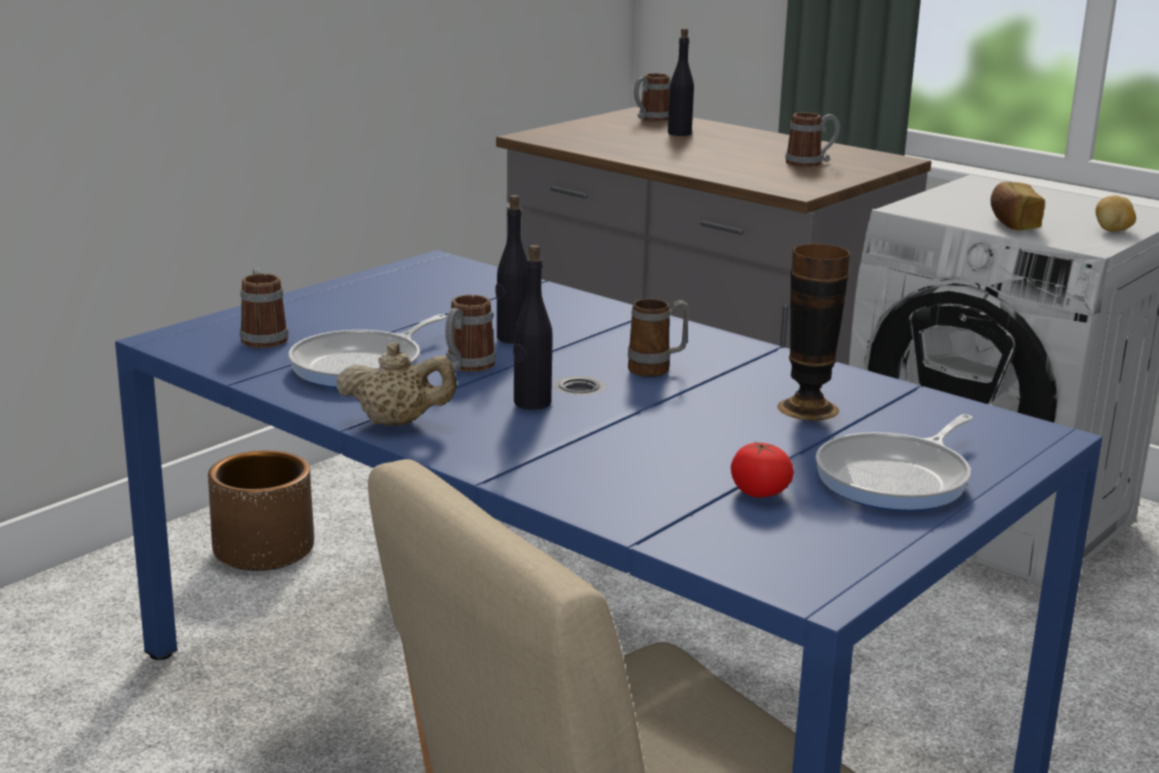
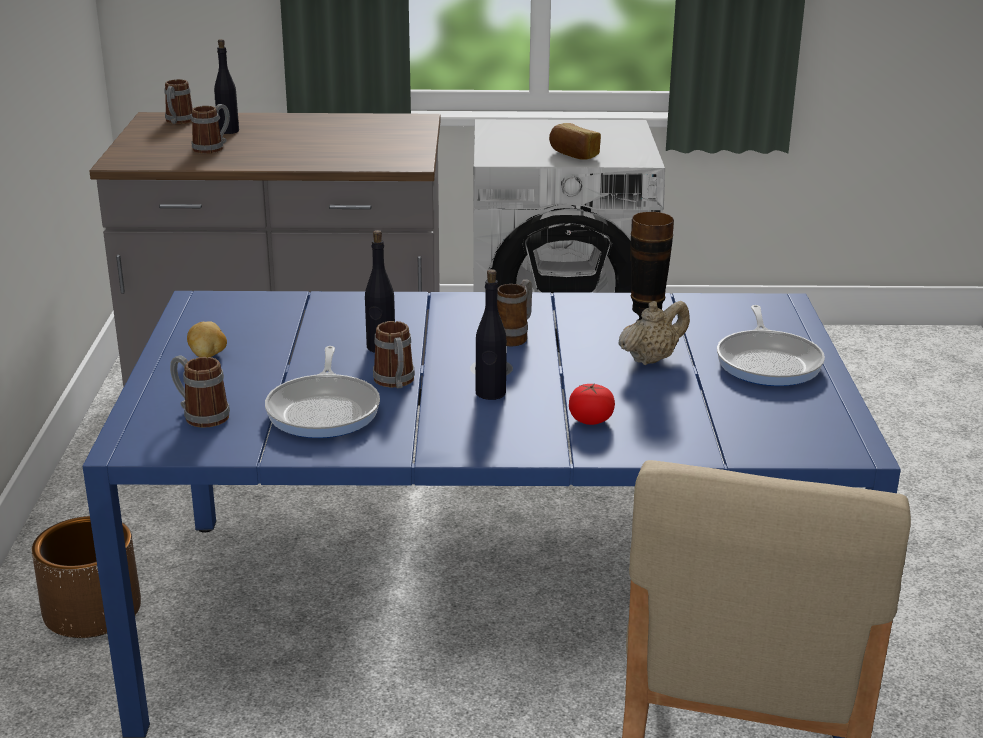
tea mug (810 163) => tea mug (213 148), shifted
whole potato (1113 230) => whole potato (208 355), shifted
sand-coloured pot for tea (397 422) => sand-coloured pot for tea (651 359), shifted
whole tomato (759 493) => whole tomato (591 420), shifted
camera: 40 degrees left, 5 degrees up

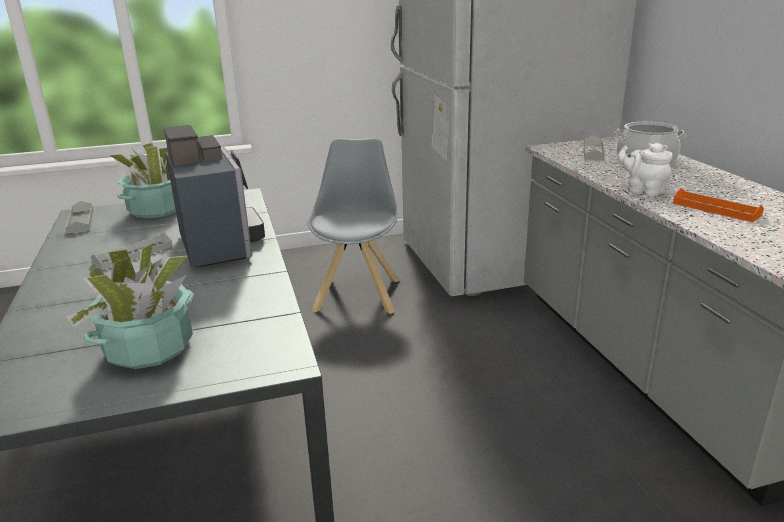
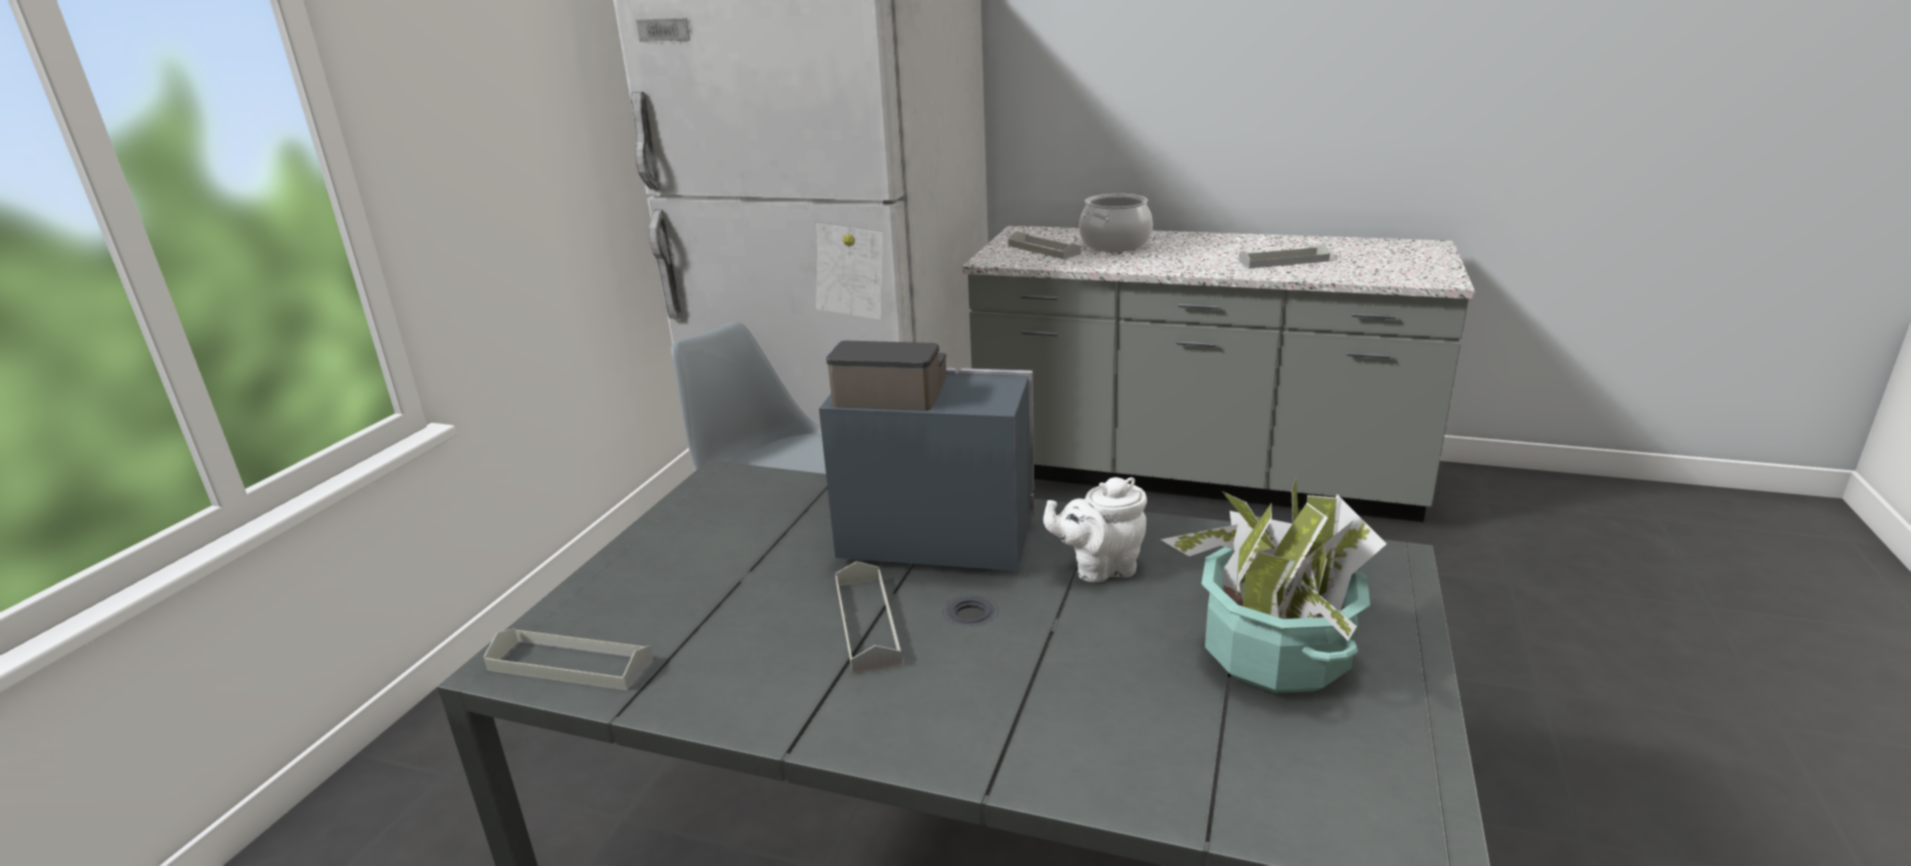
houseplant (156 210) => nothing
whitish pot for tea (642 191) => whitish pot for tea (1099 568), shifted
orange tray (716 209) => gray tray (1283 261)
camera: 55 degrees left, 0 degrees up

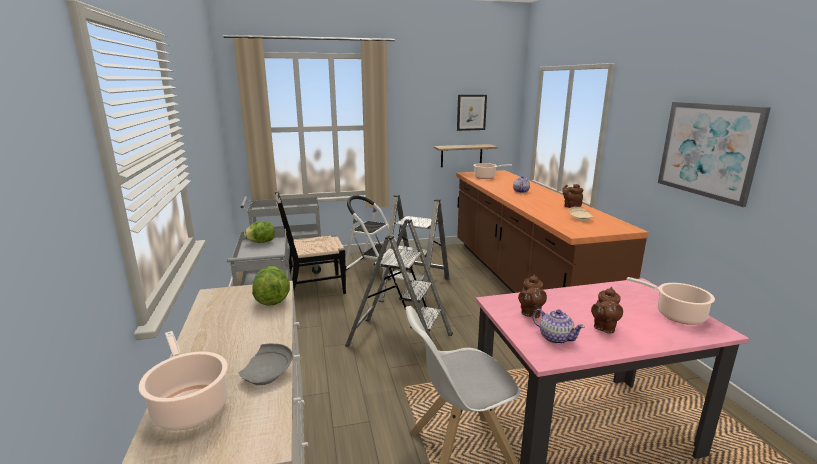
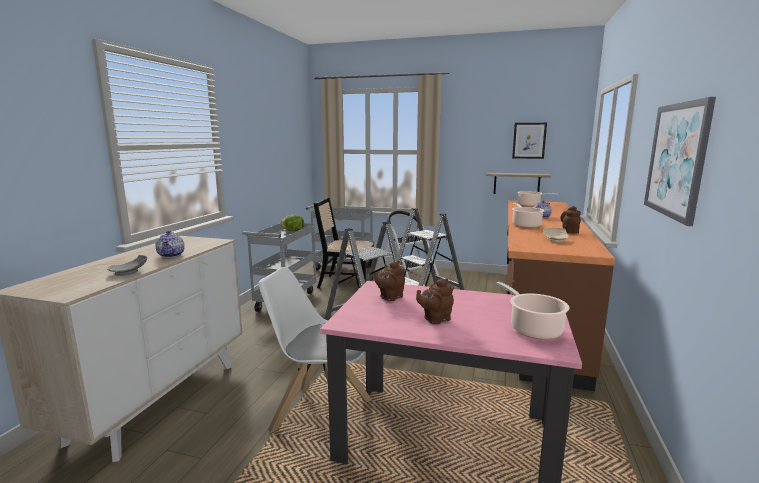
lettuce head (272 298) => nothing
pot for tea (555 338) => pot for tea (171 255), shifted
saucepot (190 406) => saucepot (525 225), shifted
camera: 30 degrees right, 5 degrees down

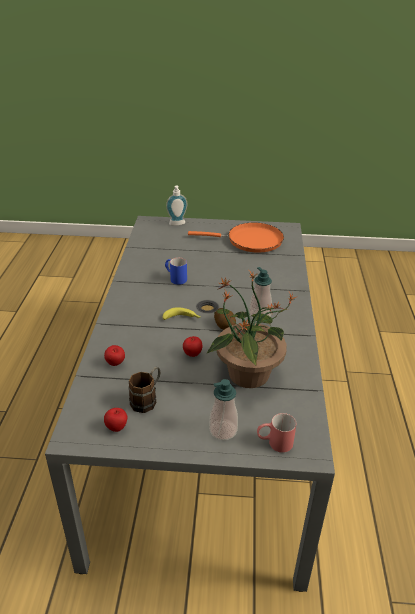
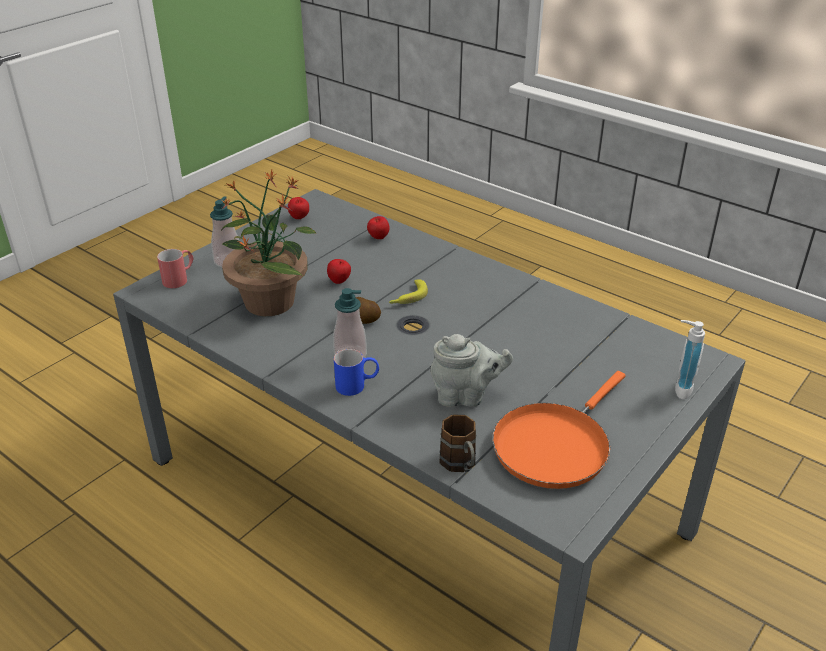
bluish tea mug (175 278) => bluish tea mug (357 385), shifted
brown tea mug (147 399) => brown tea mug (461 465), shifted
nothing => gray pot for tea (465 396)
camera: 125 degrees right, 0 degrees up

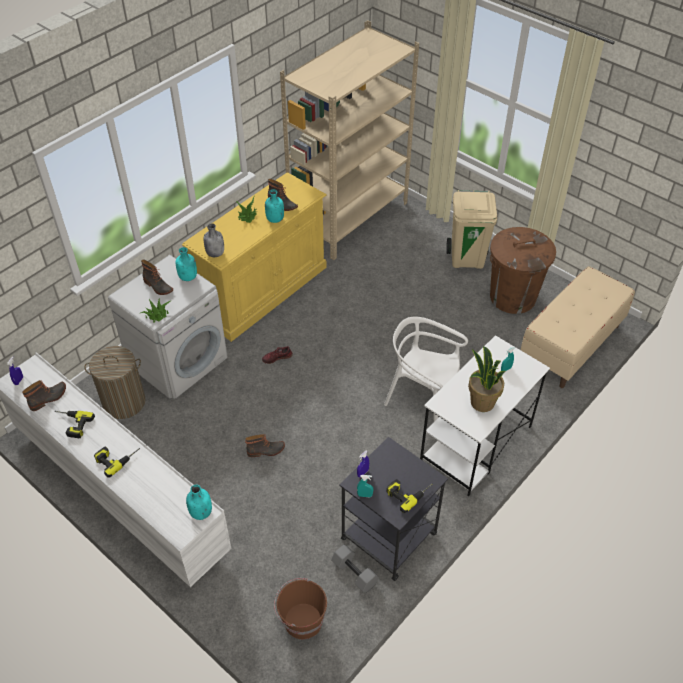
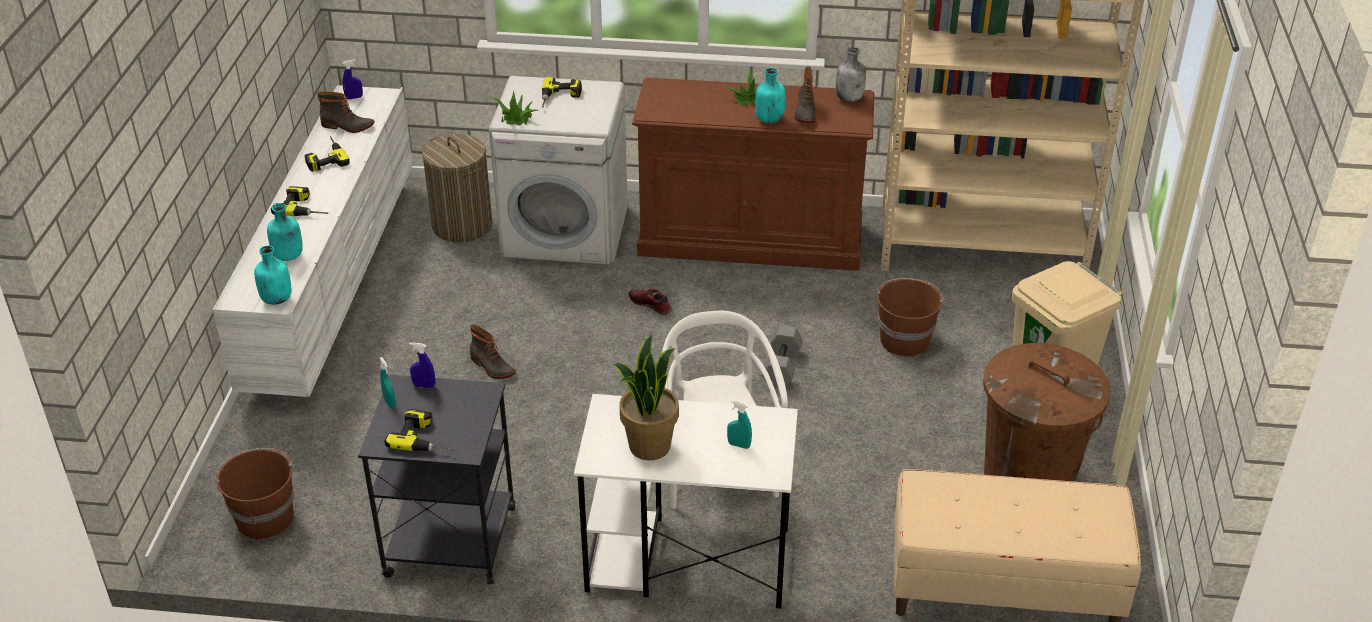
yellow cabinet (264 291) => brown cabinet (752 240)
gray beverage bottle (215 253) => gray beverage bottle (850 98), shifted
turquoise beverage bottle (188 277) => turquoise beverage bottle (288 256), shifted
tall boot (157 286) => electric drill (560 98)
gray hand weight (355 573) => gray hand weight (782 368), shifted
nothing => brown pail (904 340)
camera: 55 degrees right, 10 degrees down

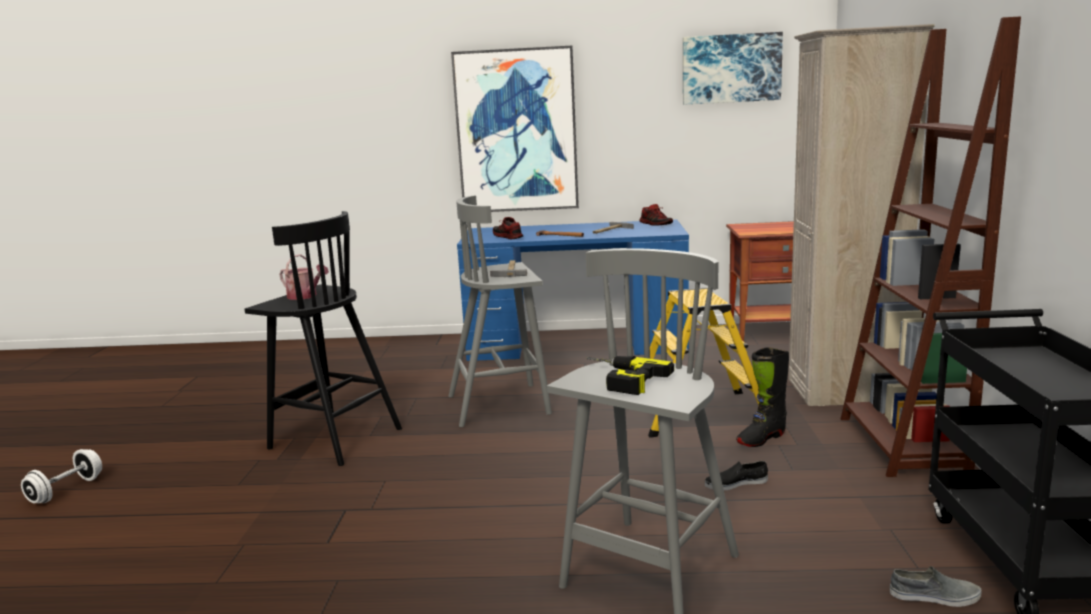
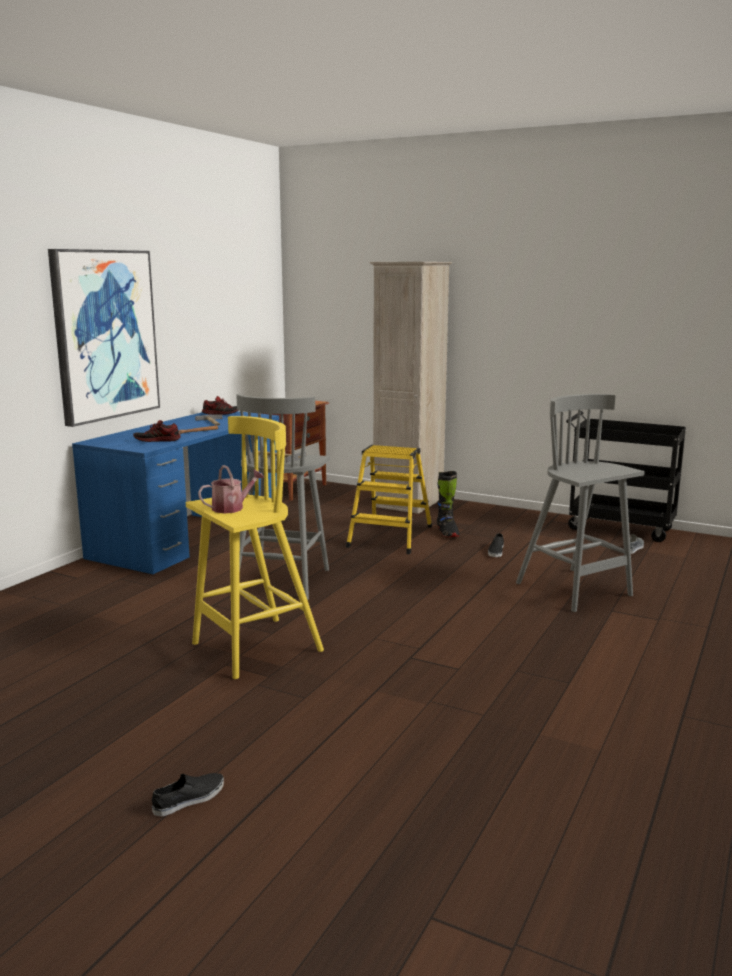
brown bookshelf (902 444) => nothing
wall picture (731 68) => nothing
black sitting stool (332 437) => yellow sitting stool (253 648)
electric drill (618 379) => nothing
whitish hand weight (66 491) => black low shoe (189 799)
camera: 65 degrees left, 0 degrees up

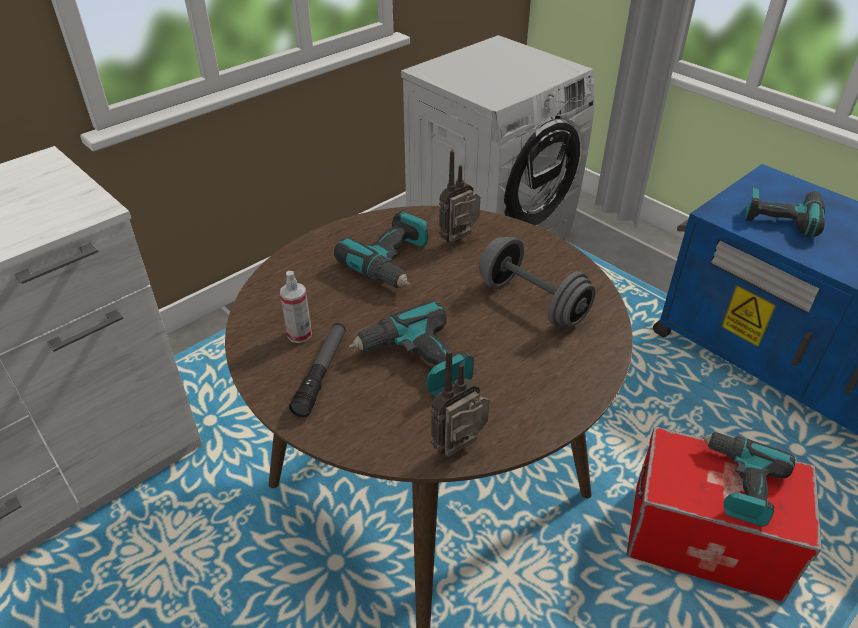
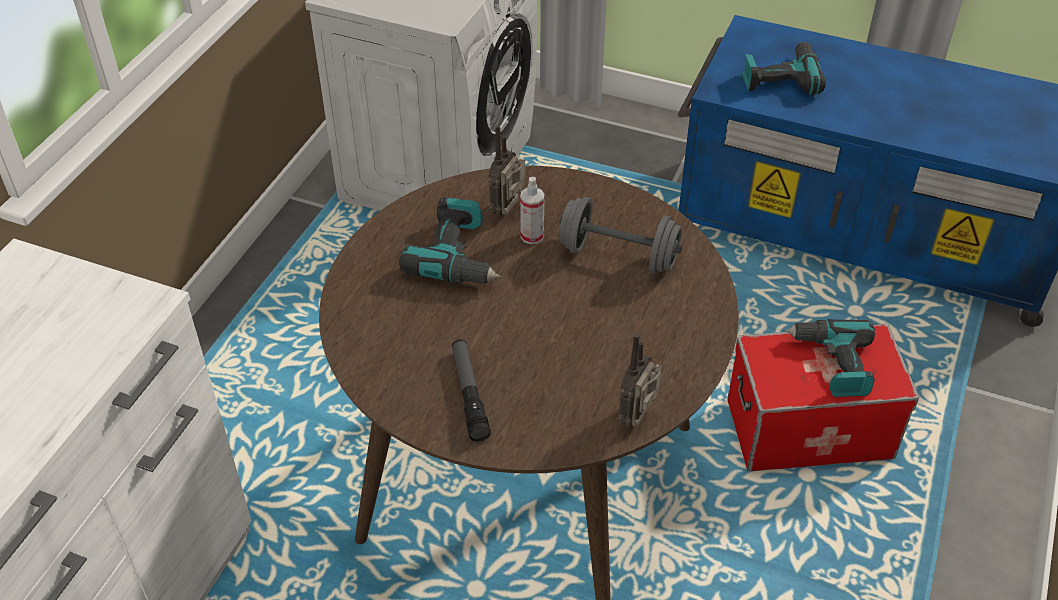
sprayer (299 334) => sprayer (532 236), shifted
electric drill (416 362) => nothing
camera: 25 degrees left, 5 degrees up

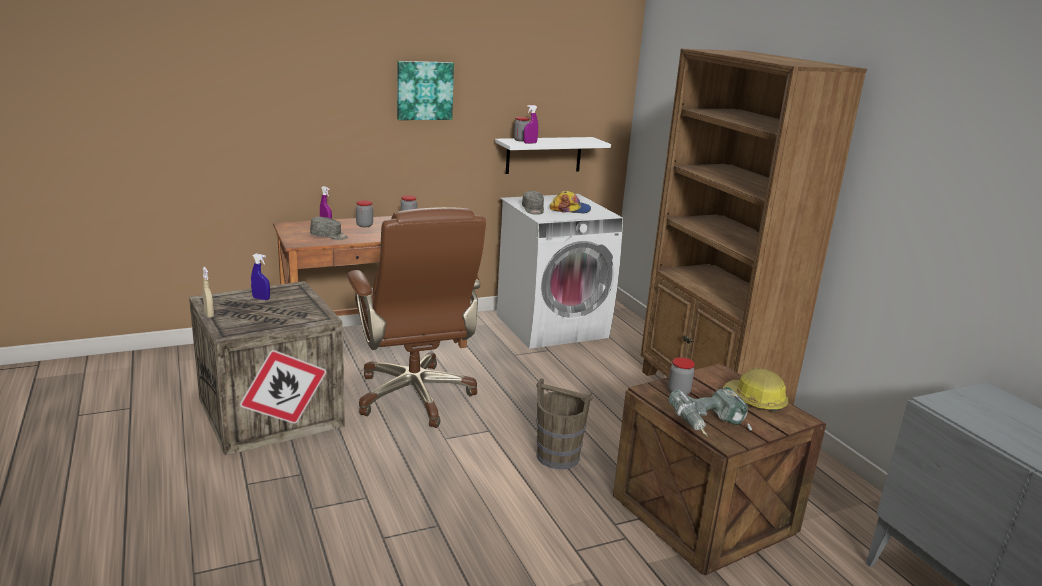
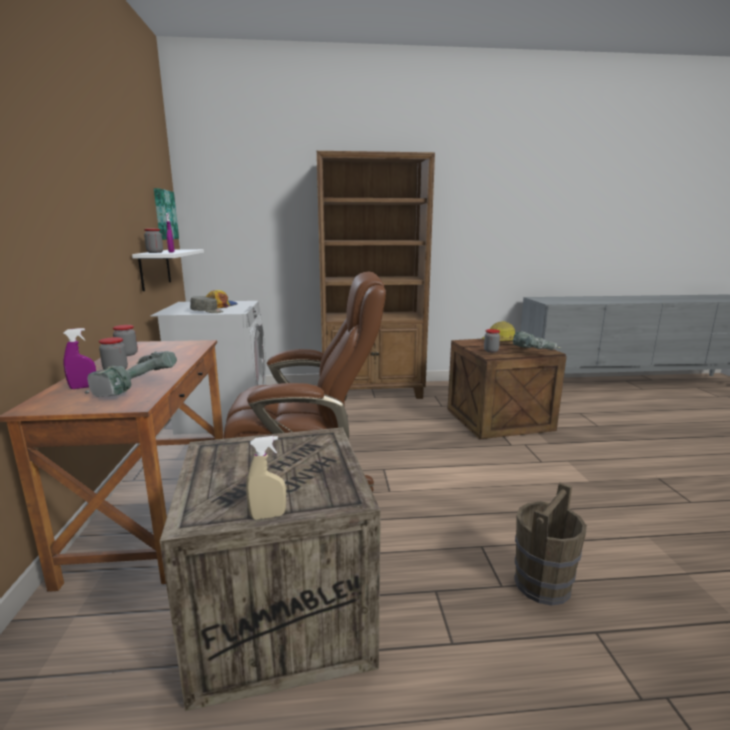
wall picture (424 90) => wall picture (164 215), shifted
gray peaked cap (329 236) => electric drill (132 387)
bluish sprayer (261 298) => nothing
brown pail (557 456) => brown pail (542 584), shifted
camera: 70 degrees left, 5 degrees down

